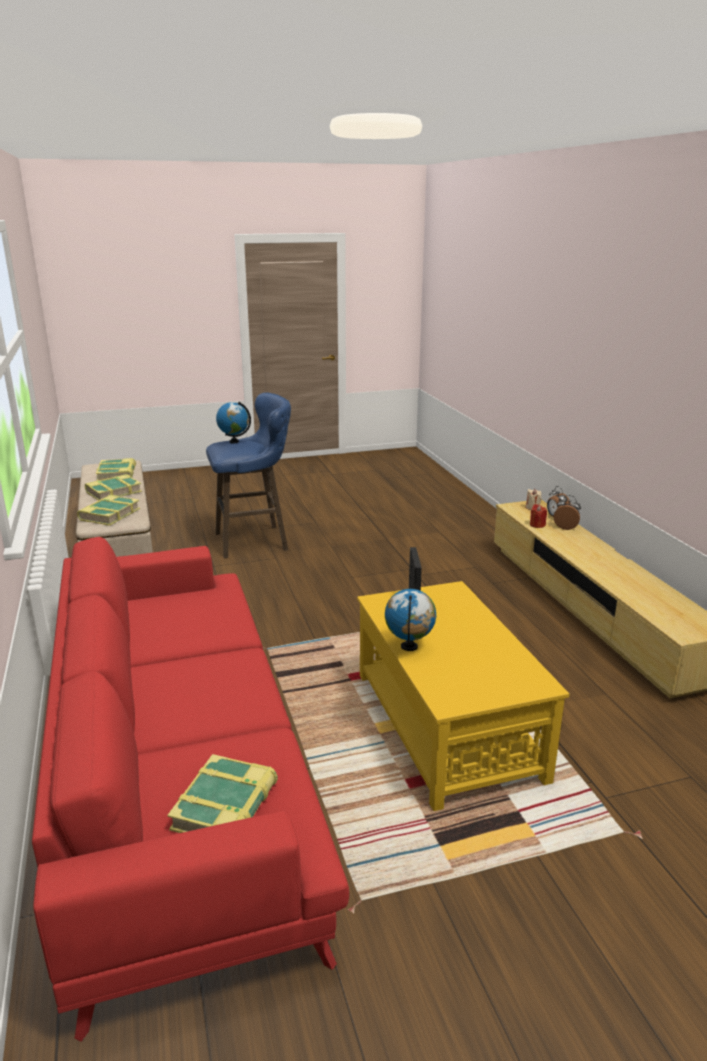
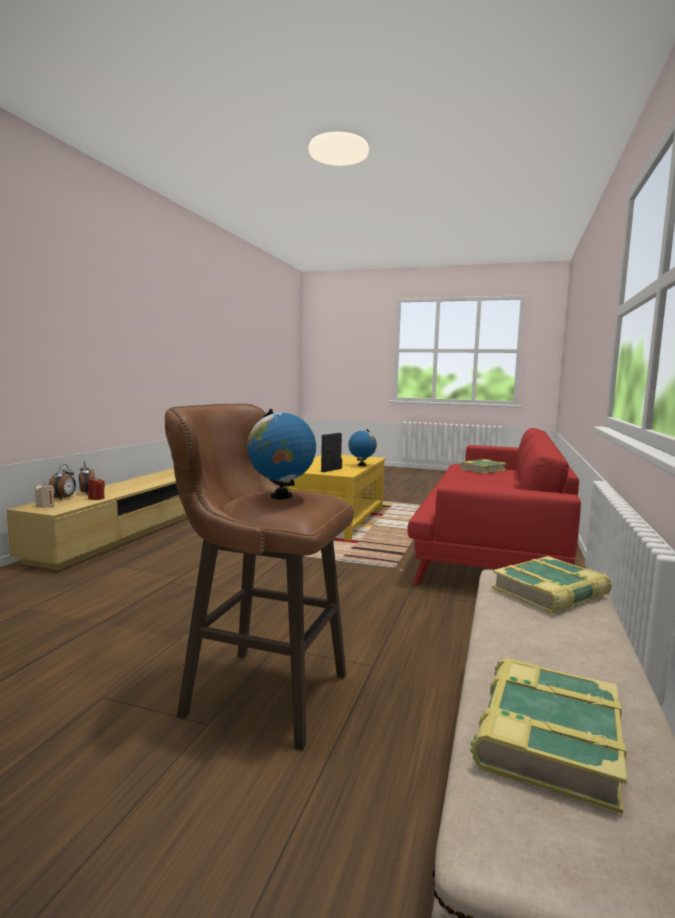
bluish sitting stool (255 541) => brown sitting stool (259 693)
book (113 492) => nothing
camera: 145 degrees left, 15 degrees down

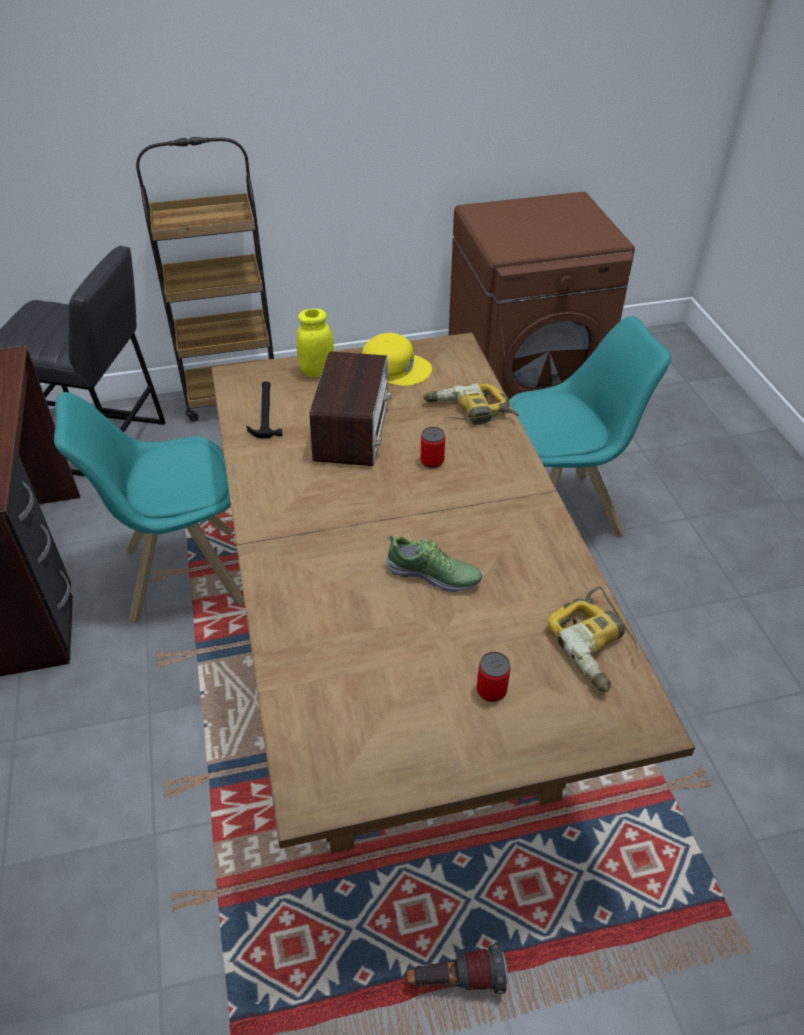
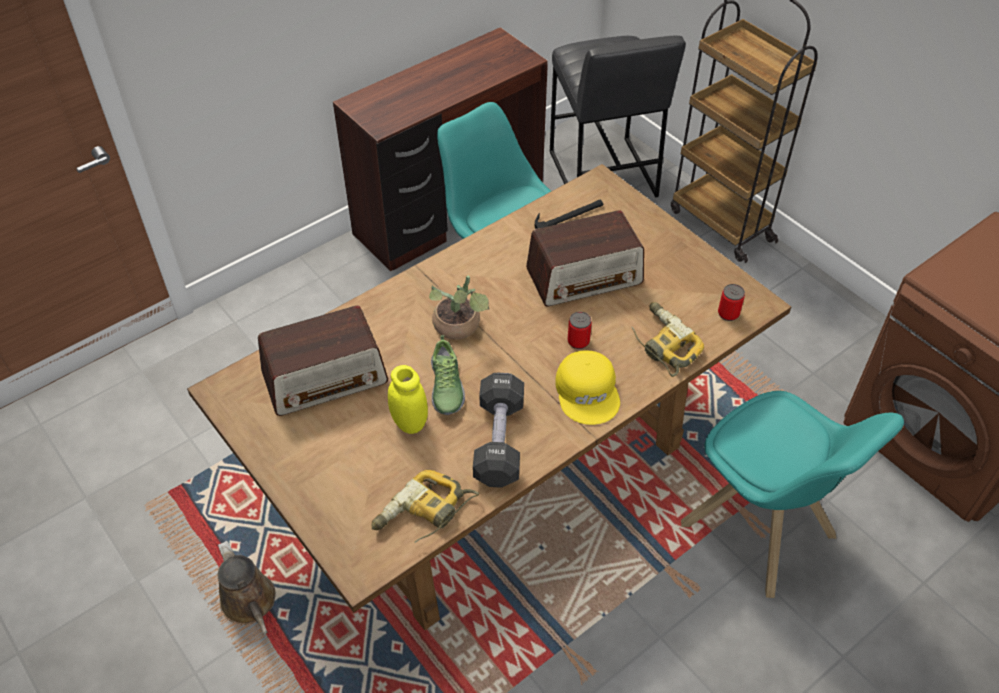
yellow storage jar (317 372) => yellow storage jar (409 422), shifted
yellow peaked cap (395 368) => yellow peaked cap (588 392), shifted
can (491 690) => can (728 313), shifted
torch (456 980) => brown watering can (250 604)
nothing => houseplant (459 328)
nothing => radio (326 378)
nothing => black hand weight (499 441)
camera: 65 degrees right, 5 degrees up

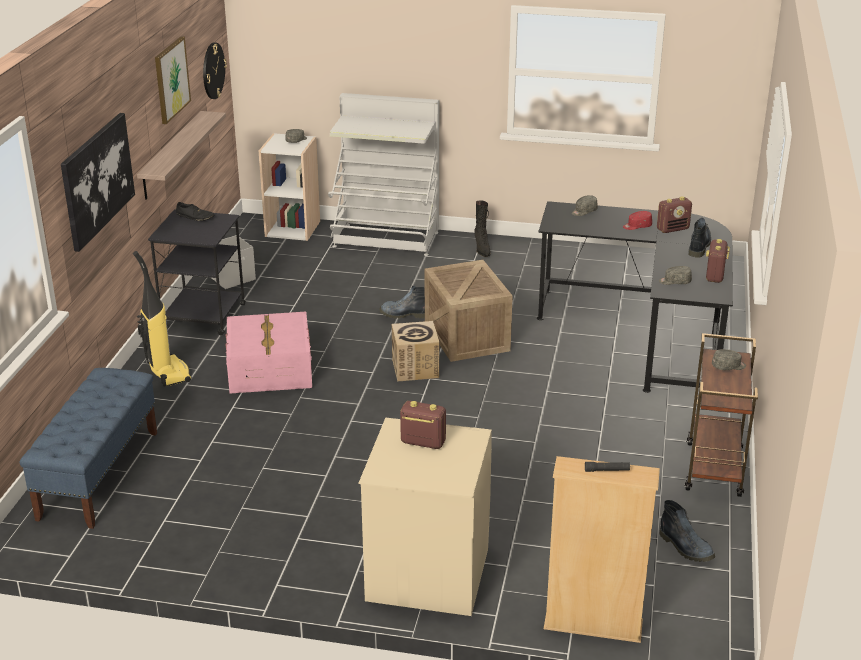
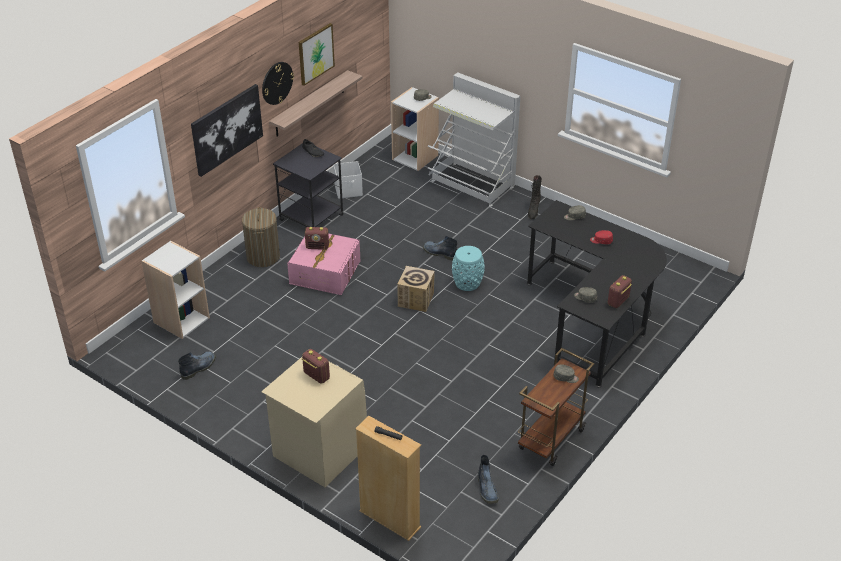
hanging clock (213 70) => hanging clock (277 83), shifted
radio (673 229) => radio (317 247), shifted
tall boot (698 245) => tall boot (199 367), shifted
hoover (168 373) => hamper (263 257)
crate (465 336) => turquoise sitting stool (467 283)
bluish long seat (99 474) => bookshelf (182 320)
camera: 25 degrees right, 10 degrees up

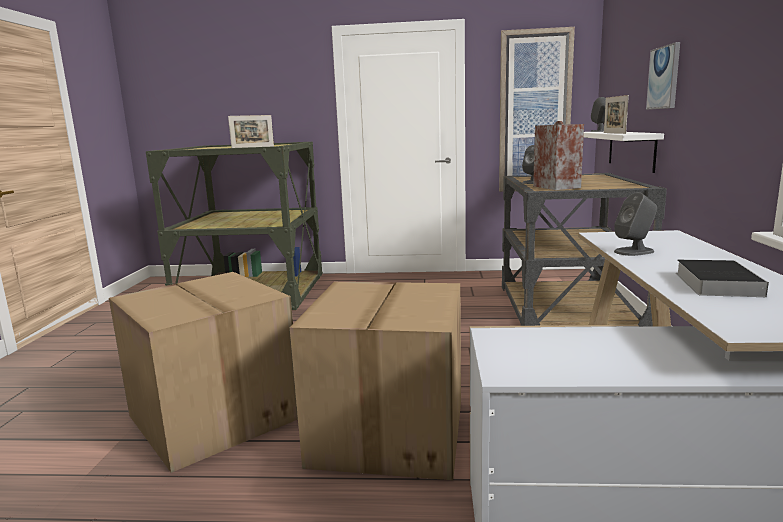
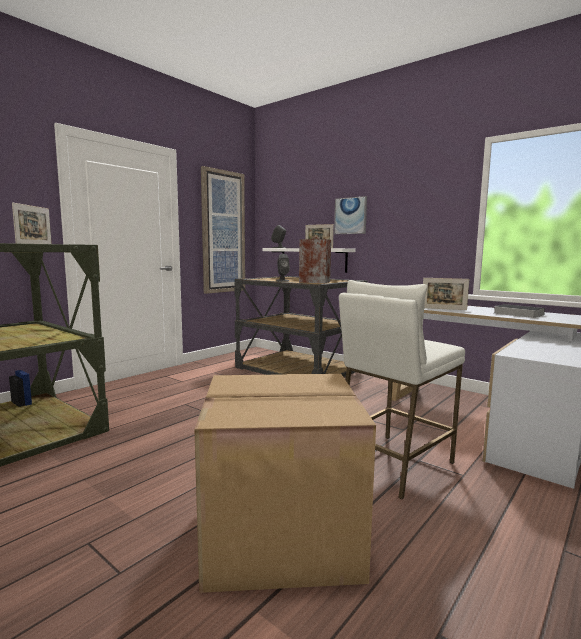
gray loudspeaker (634 251) => photo frame (443 309)
carton (387 430) => whitish sitting stool (394 465)
camera: 55 degrees left, 5 degrees down

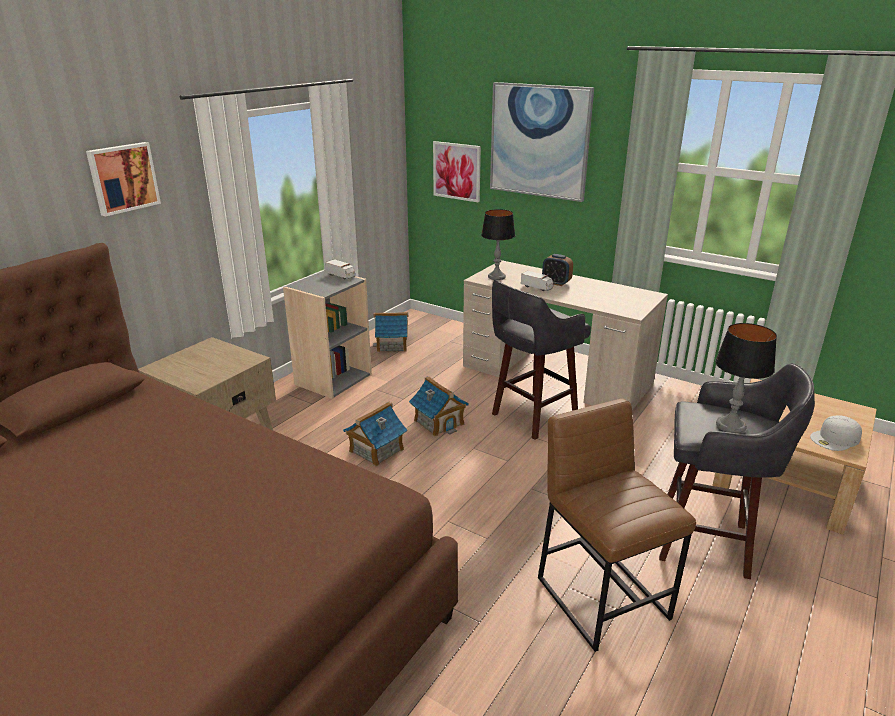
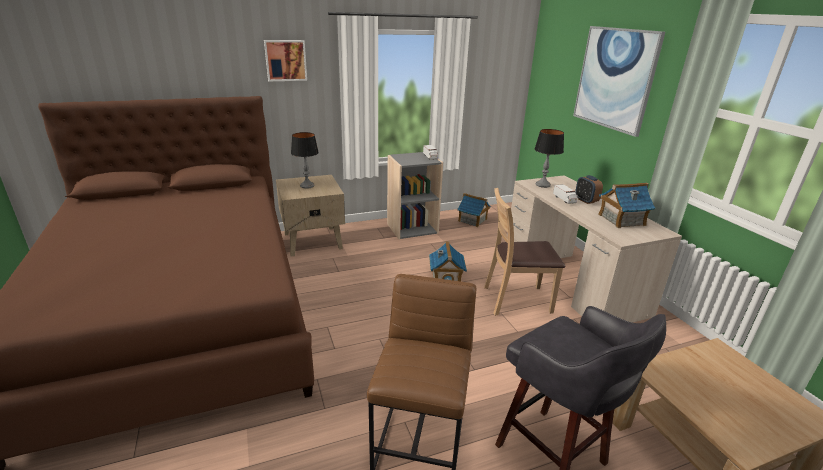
wall picture (457 171) => nothing
gray sitting stool (531 417) => brown upright chair (516 300)
lamp for a table (730 426) => lamp for a table (307 186), shifted
toy house (376 450) => toy house (621 220), shifted
whitish peaked cap (835 439) => nothing
camera: 35 degrees right, 0 degrees up

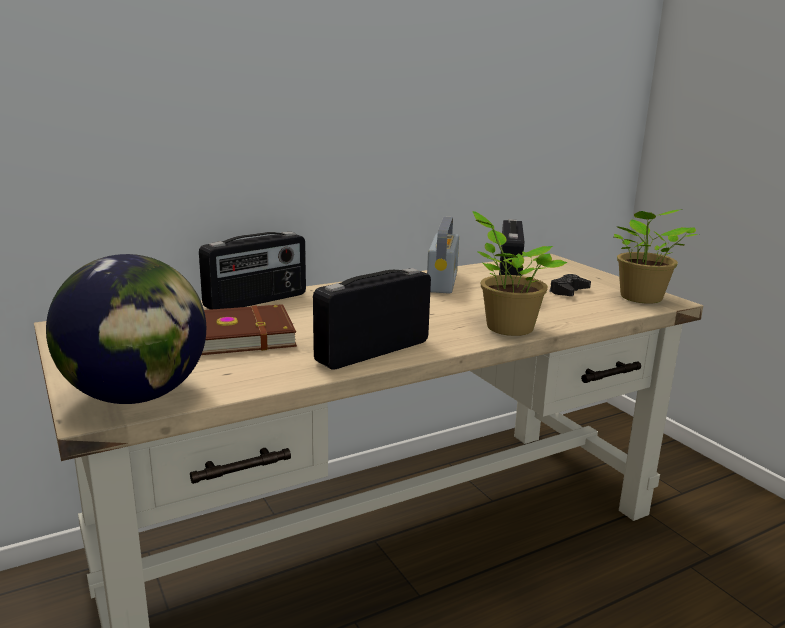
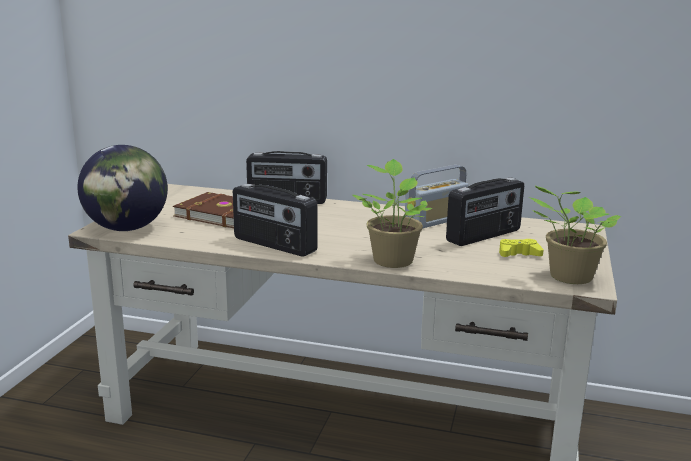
radio (372 351) => radio (274 245), 150 degrees counterclockwise
black joypad (568 291) => yellow joypad (518 254)
camera: 45 degrees right, 0 degrees up

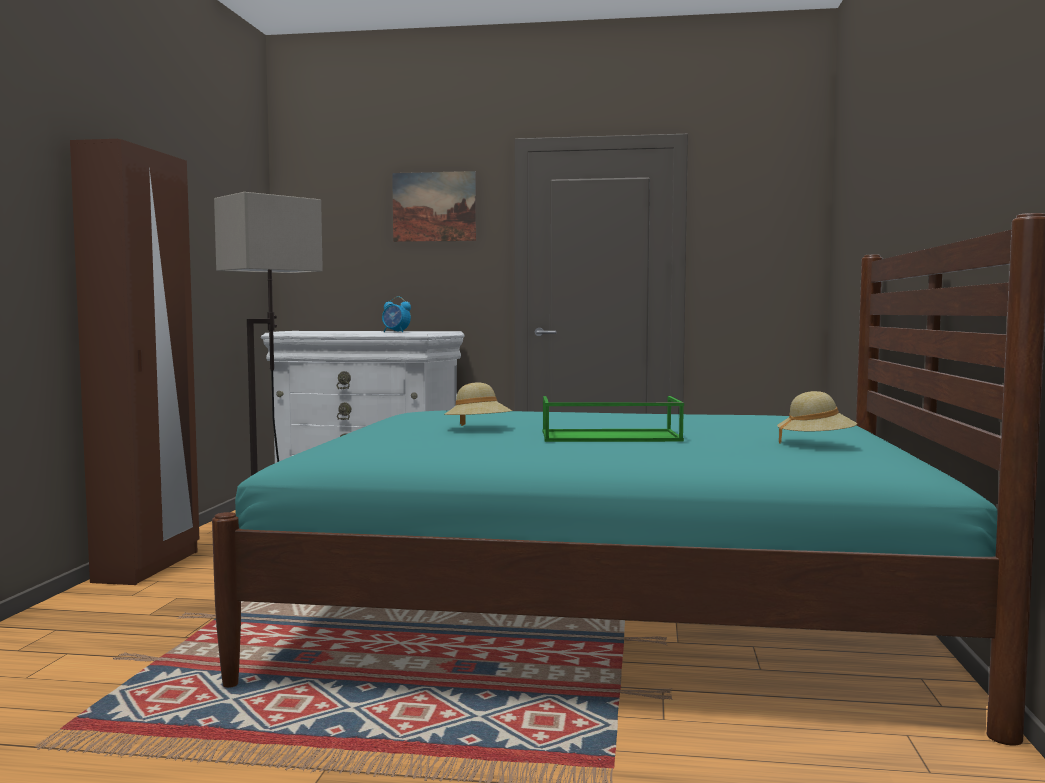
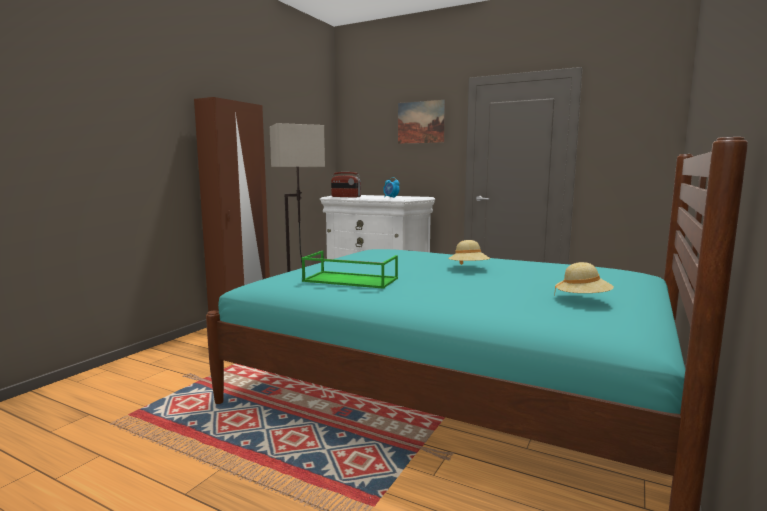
sand-coloured wearable hat (478 429) => sand-coloured wearable hat (468 268), shifted
greenish tray (608 437) => greenish tray (349 280), shifted
nothing => radio (345 197)
camera: 20 degrees right, 5 degrees up

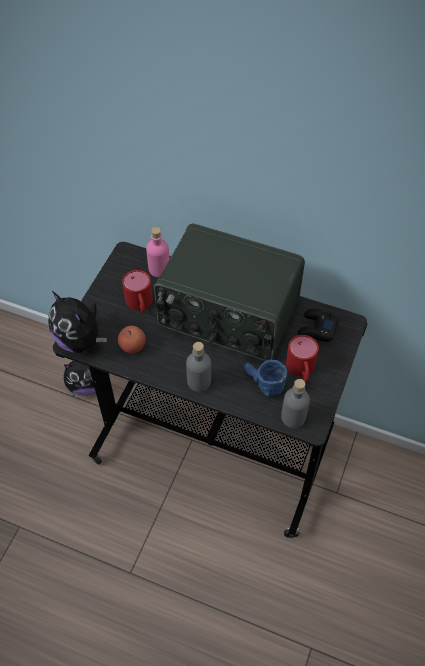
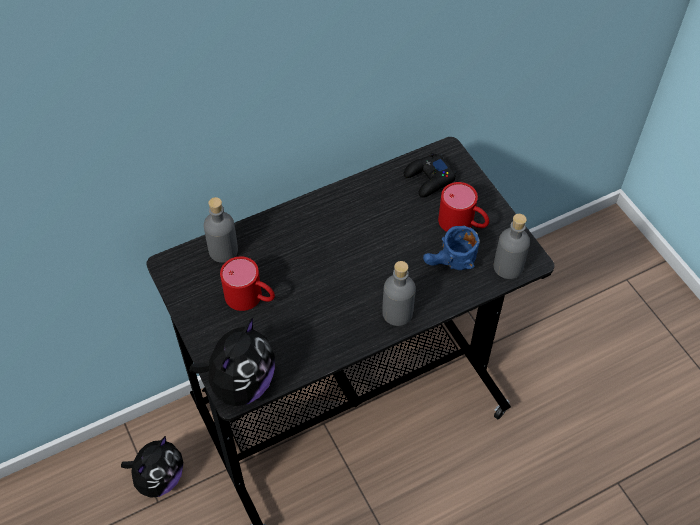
radio (228 314) => nothing
pink-coloured beverage bottle (159 269) => gray beverage bottle (223 250)
plush toy (80 340) => plush toy (240 383), 60 degrees counterclockwise
apple fruit (132 346) => nothing
camera: 50 degrees left, 0 degrees up

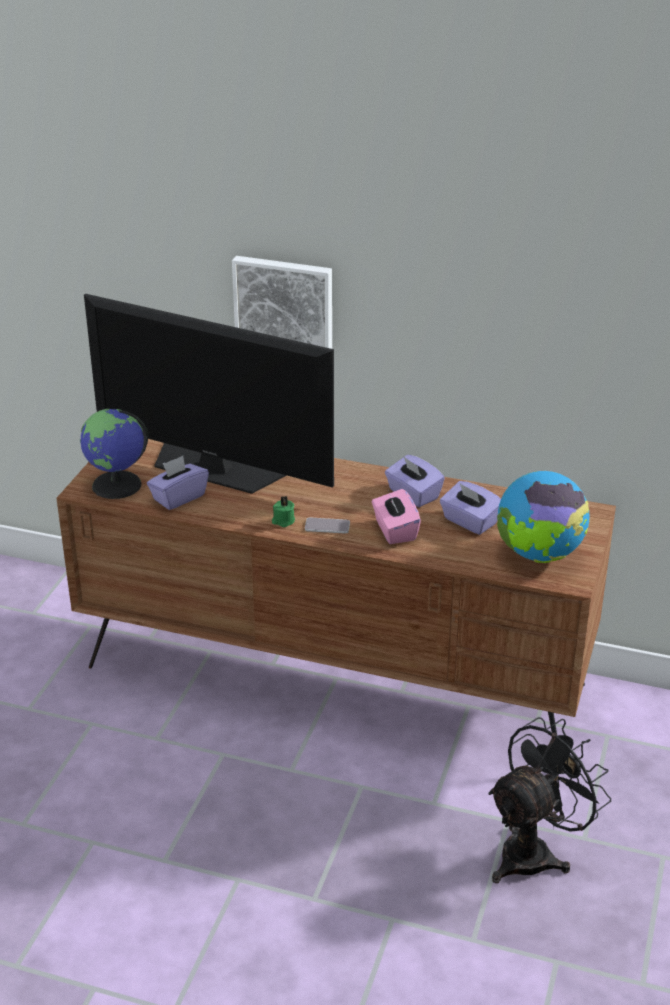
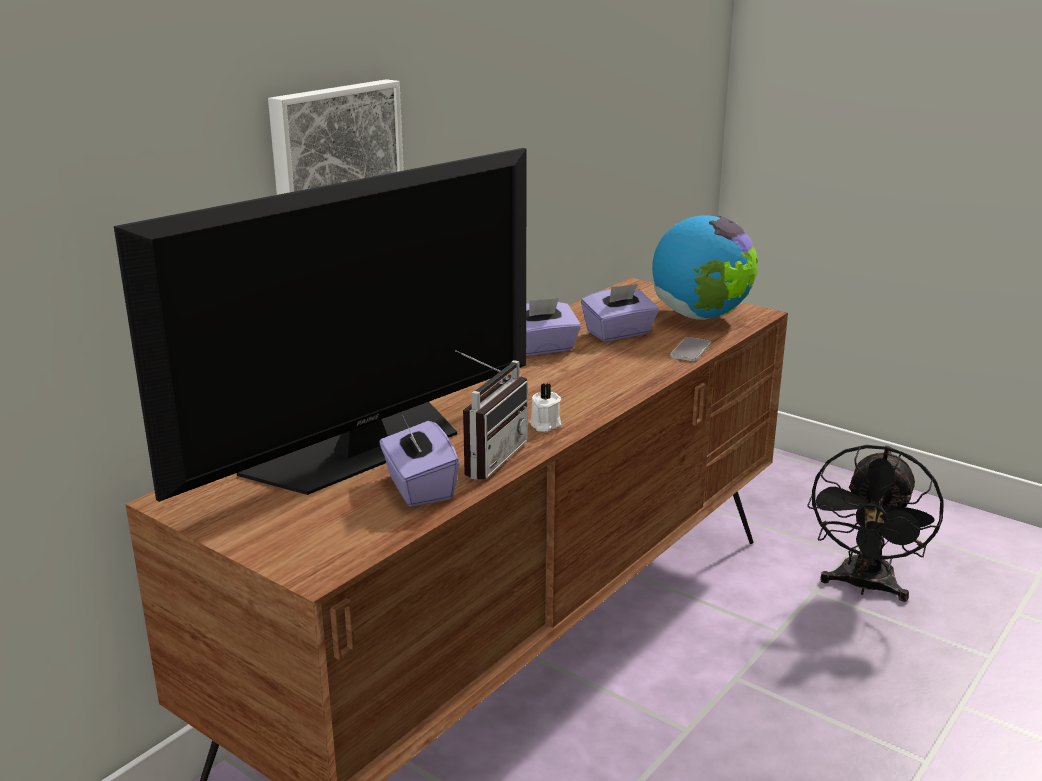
world globe (117 485) => nothing
pink-coloured box of tissues (394 531) => nothing
greenish wax light (283 521) => whitish wax light (544 425)
phone (327 526) => phone (690 350), shifted
black cooling fan (535 852) => black cooling fan (864 586), 135 degrees counterclockwise
nothing => radio (486 457)
camera: 70 degrees left, 10 degrees down

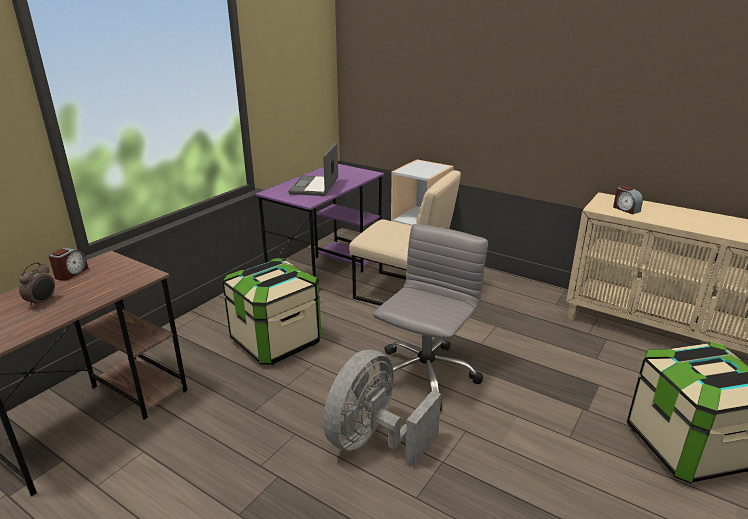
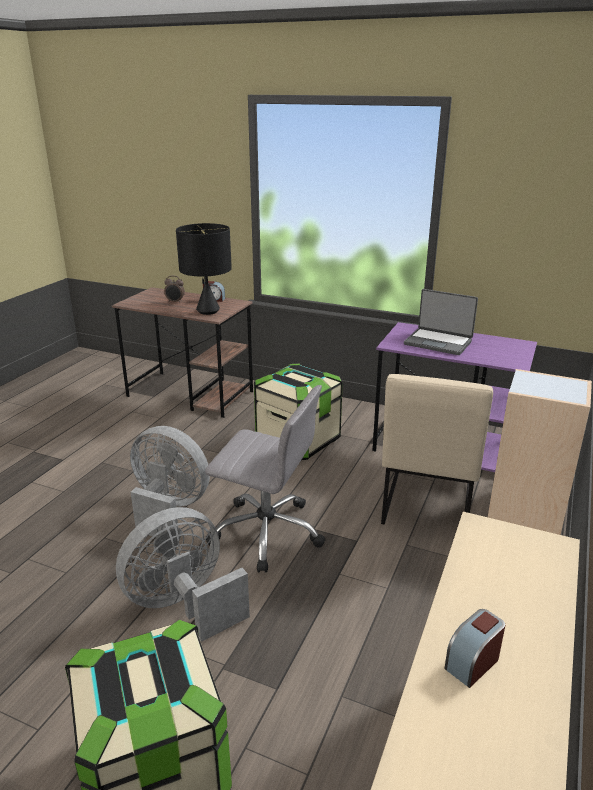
laptop (315 187) => laptop (438 342), 150 degrees counterclockwise
bedside clock (625 209) => bedside clock (472 662), shifted
nothing => black lamp for a table (208 311)
nothing => gray cooling fan (184 605)
camera: 80 degrees right, 0 degrees up

